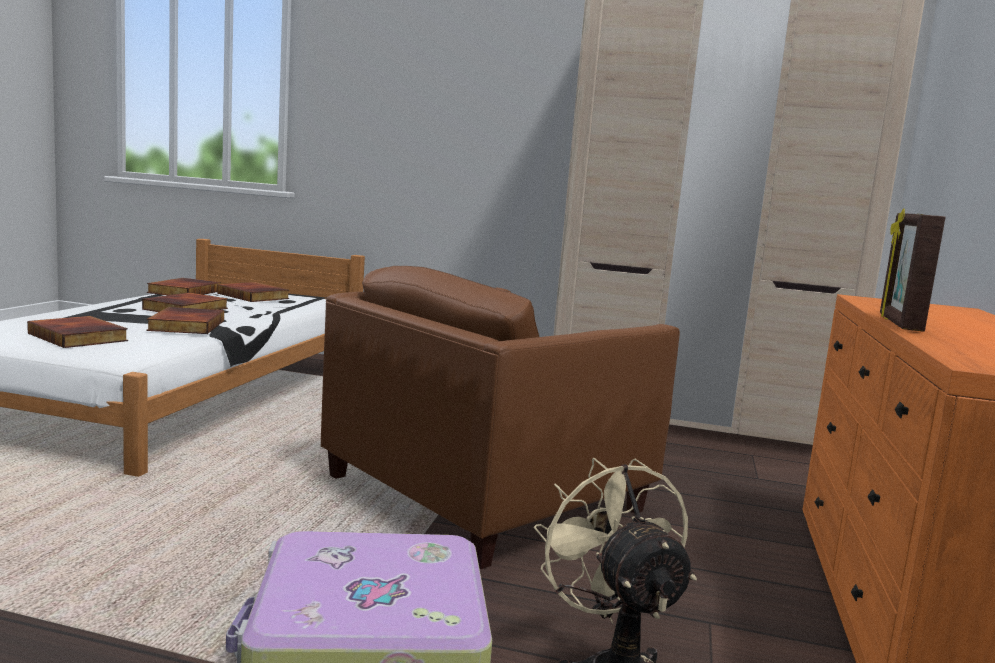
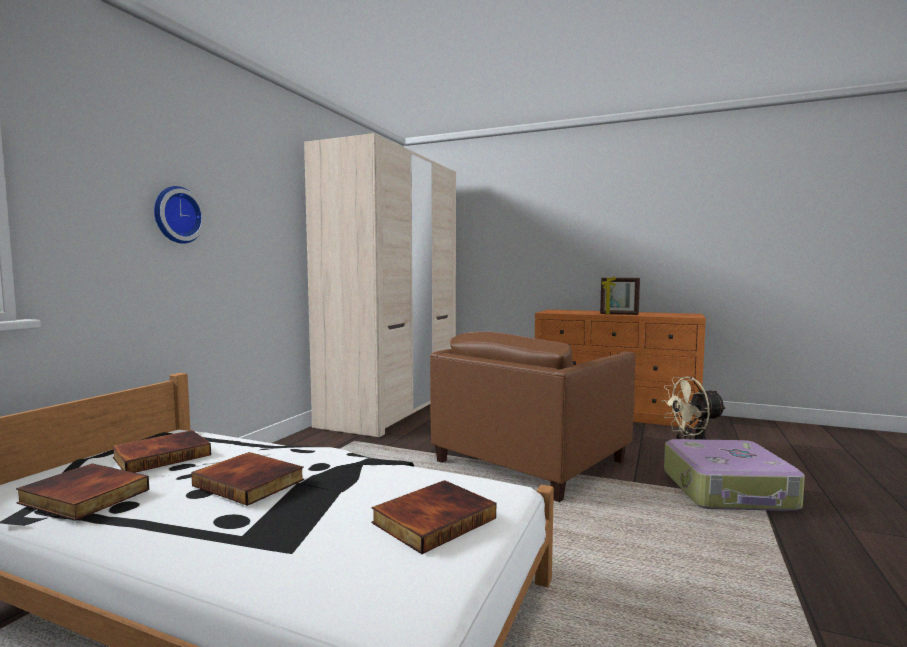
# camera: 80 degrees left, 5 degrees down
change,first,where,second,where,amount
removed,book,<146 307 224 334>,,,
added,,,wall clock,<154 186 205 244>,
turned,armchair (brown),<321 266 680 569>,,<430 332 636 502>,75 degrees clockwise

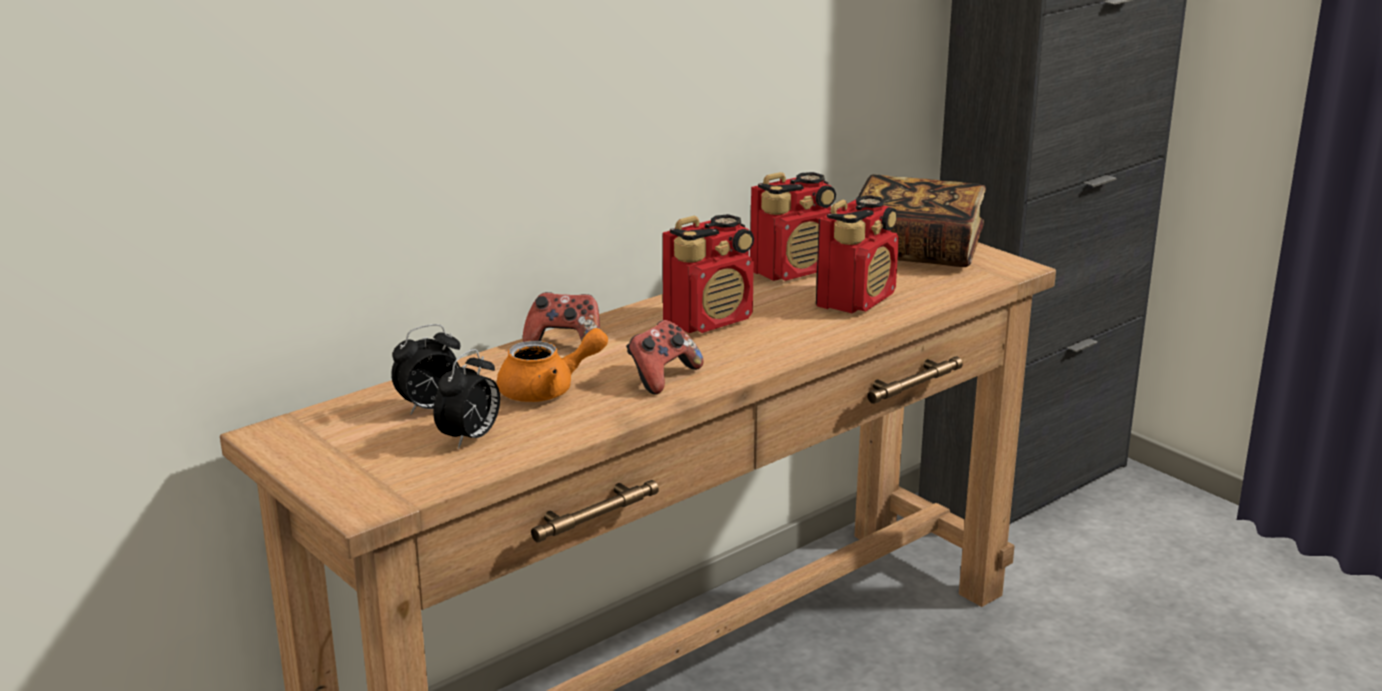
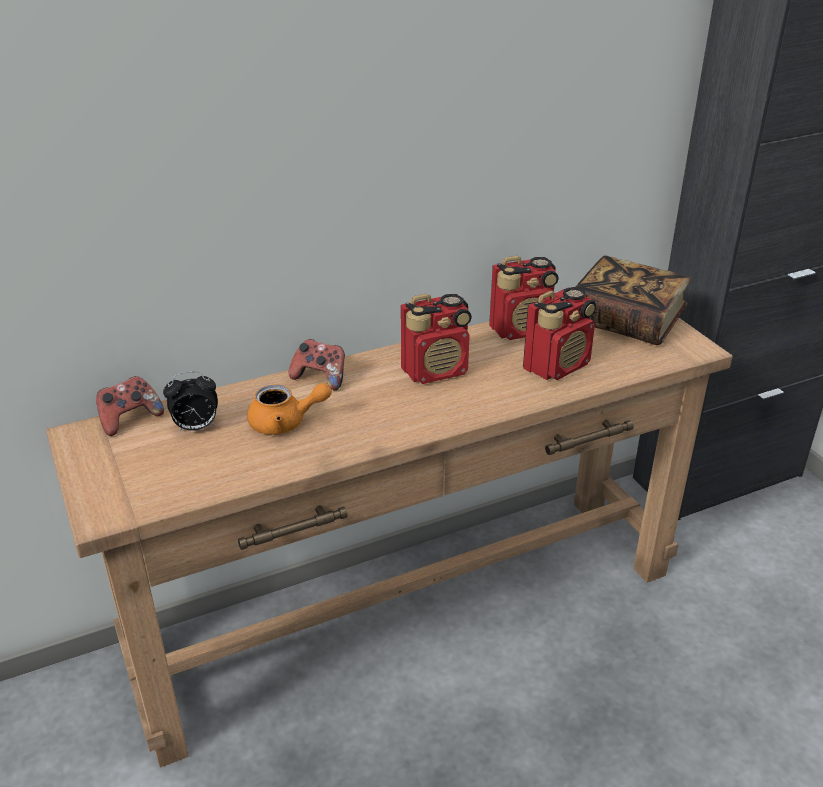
# camera: 15 degrees right, 10 degrees up
change,first,where,second,where,amount
removed,alarm clock,<433 349 500 449>,,,
moved,game controller,<626 320 704 395>,,<96 376 164 436>,

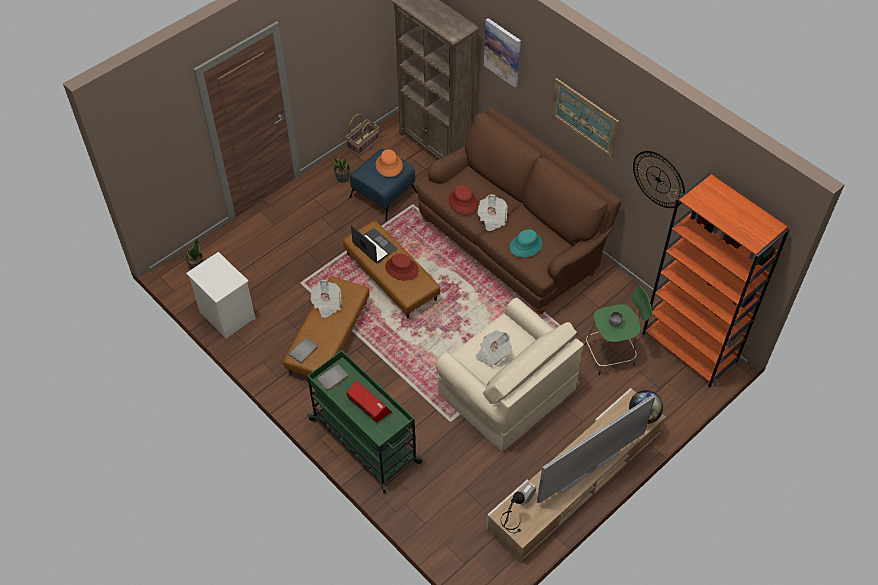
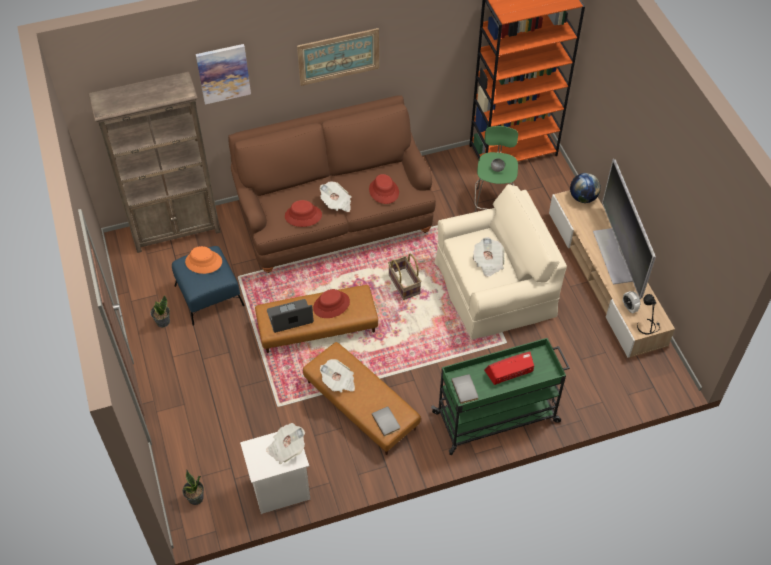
# camera: 65 degrees left, 0 degrees up
change,first,where,second,where,amount
removed,wall clock,<633 151 685 208>,,,
added,,,newspaper,<266 423 305 465>,
moved,basket,<346 114 379 157>,,<388 253 422 300>,
recoloured,hat (turquoise),<510 229 543 258>,hat (red),<369 174 399 204>,

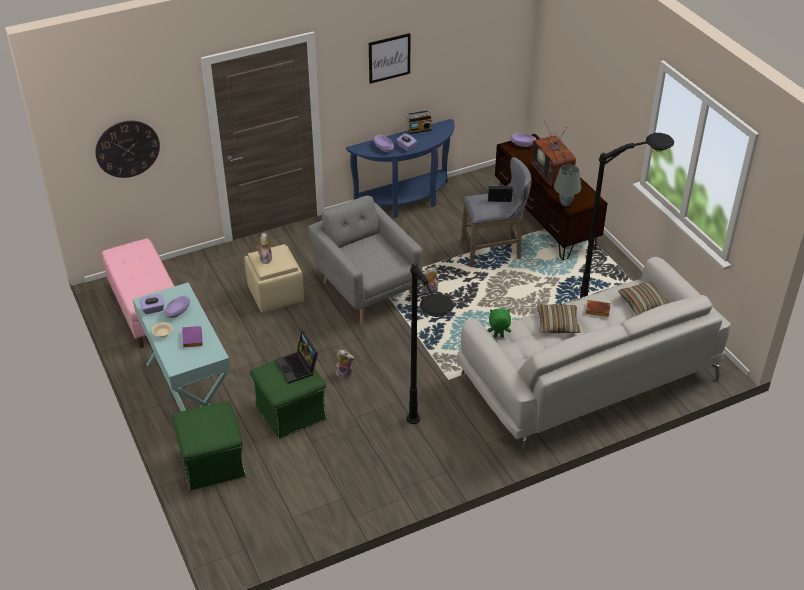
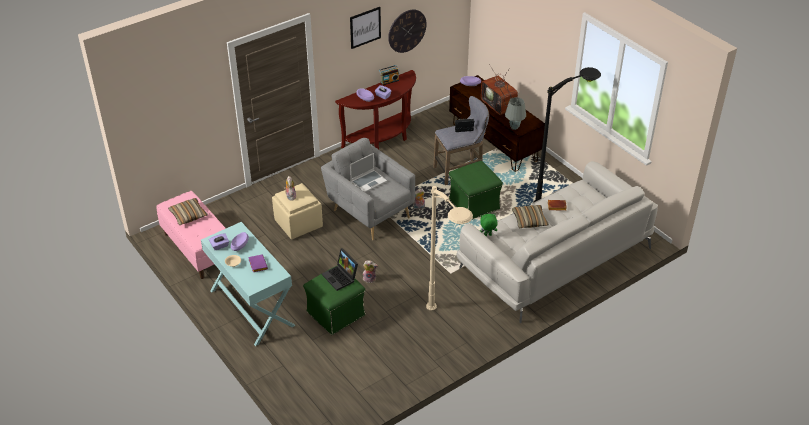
# camera: 10 degrees left, 0 degrees up
change,first,where,second,where,amount
added,,,laptop,<350 153 387 192>,
moved,wall clock,<95 121 160 178>,,<388 10 427 53>,
moved,ottoman (green),<173 401 246 491>,,<449 161 503 219>,
moved,pillow,<618 282 669 315>,,<168 198 208 225>,
recoloured,console table (blue),<346 119 454 218>,console table (brown),<335 70 416 149>,
recoloured,floor lamp (black),<406 263 453 424>,floor lamp (beige),<426 186 473 311>,

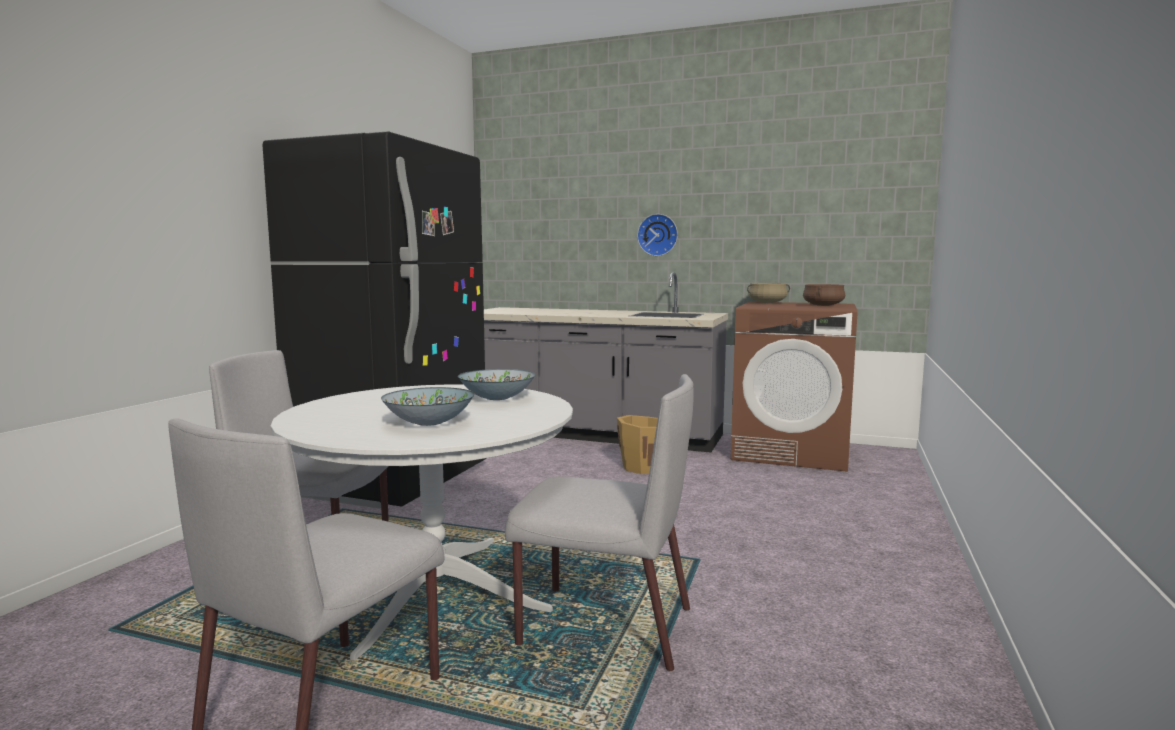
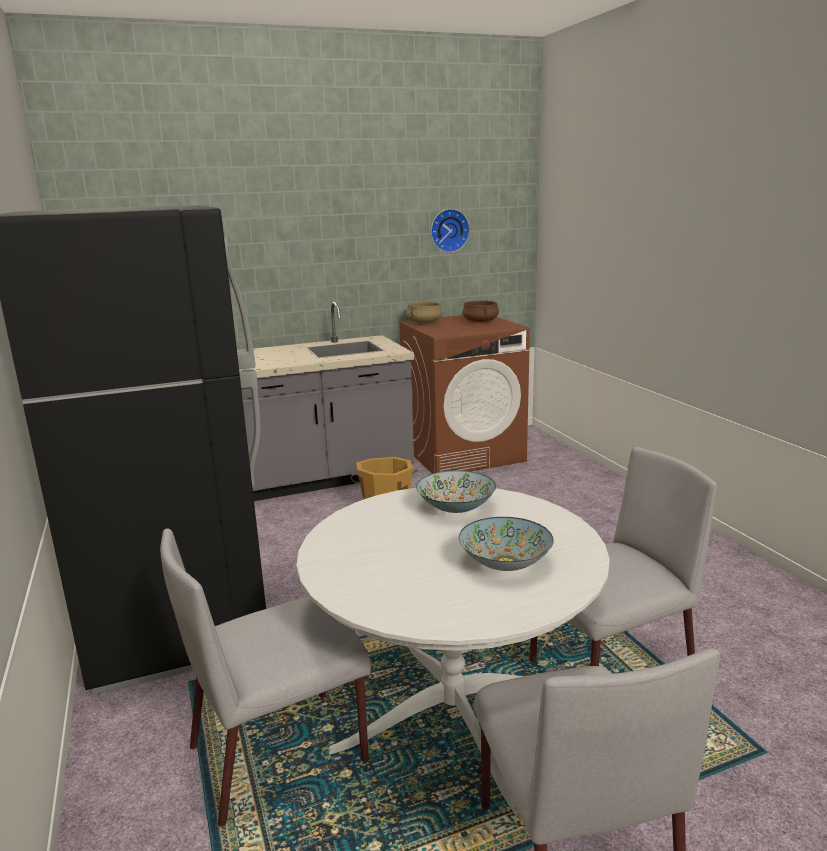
# camera: 40 degrees left, 10 degrees up
change,first,where,second,where,amount
moved,wall clock,<637 214 678 256>,,<431 209 470 253>,

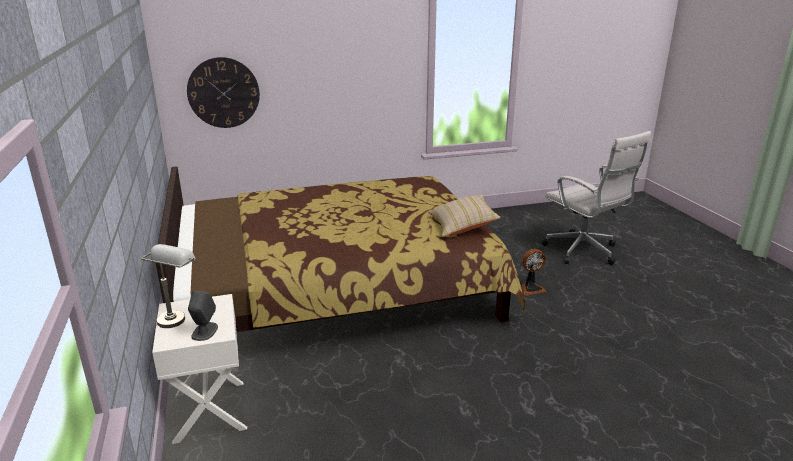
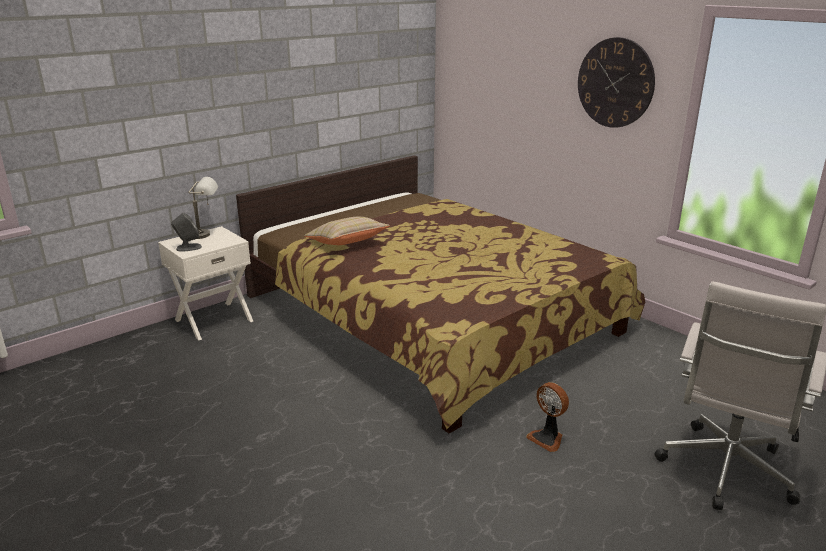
# camera: 65 degrees right, 0 degrees up
change,first,where,second,where,amount
moved,wall clock,<187 57 260 128>,,<578 37 655 128>,
moved,pillow (beige),<428 195 501 237>,,<304 217 390 245>,

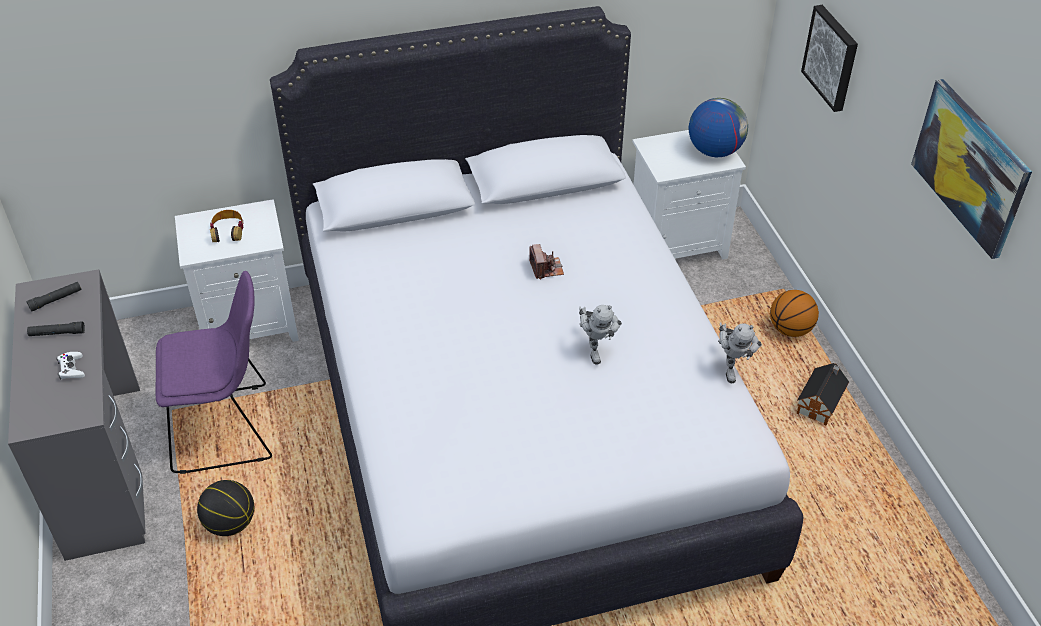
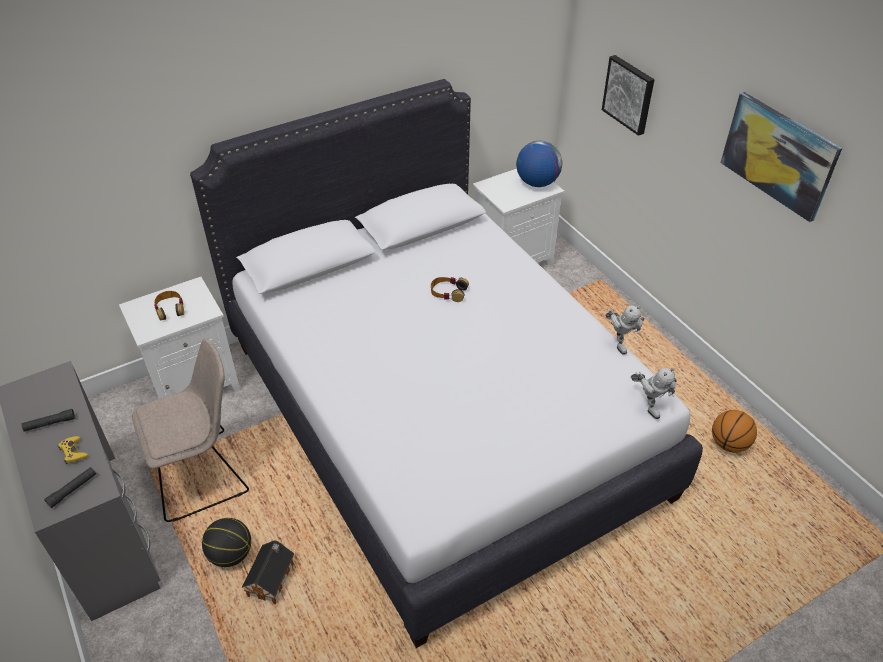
# camera: 15 degrees left, 0 degrees up
change,first,where,second,where,amount
moved,flashlight (black),<26 282 82 312>,,<44 467 96 508>,
moved,toy robot,<579 305 622 365>,,<631 368 677 419>,
moved,basketball,<770 290 819 337>,,<712 410 757 453>,
moved,toy house,<797 363 849 425>,,<242 540 294 604>,
replaced,photo camera,<529 244 564 279>,headphones,<431 277 469 302>,
recoloured,game controller (white),<56 352 85 380>,game controller (yellow),<57 436 89 464>,
recoloured,chair (purple),<156 271 272 474>,chair (beige),<132 338 249 522>,

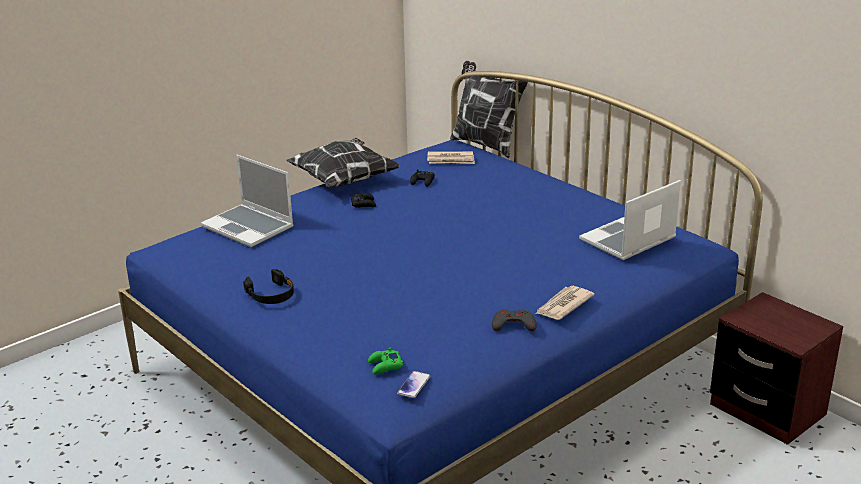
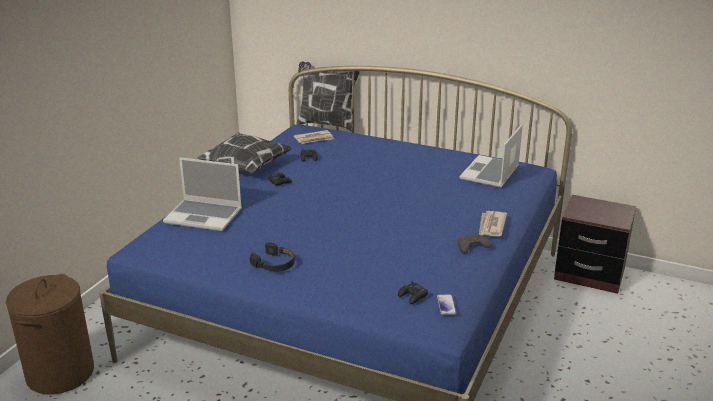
# camera: 25 degrees left, 0 degrees up
change,first,where,second,where,amount
added,,,laundry basket (brown),<6 274 94 394>,
recoloured,game controller (green),<368 347 403 374>,game controller (black),<398 281 428 304>,

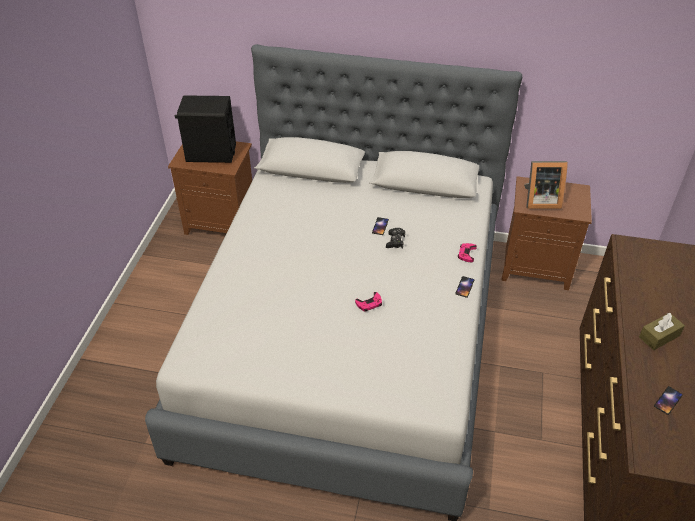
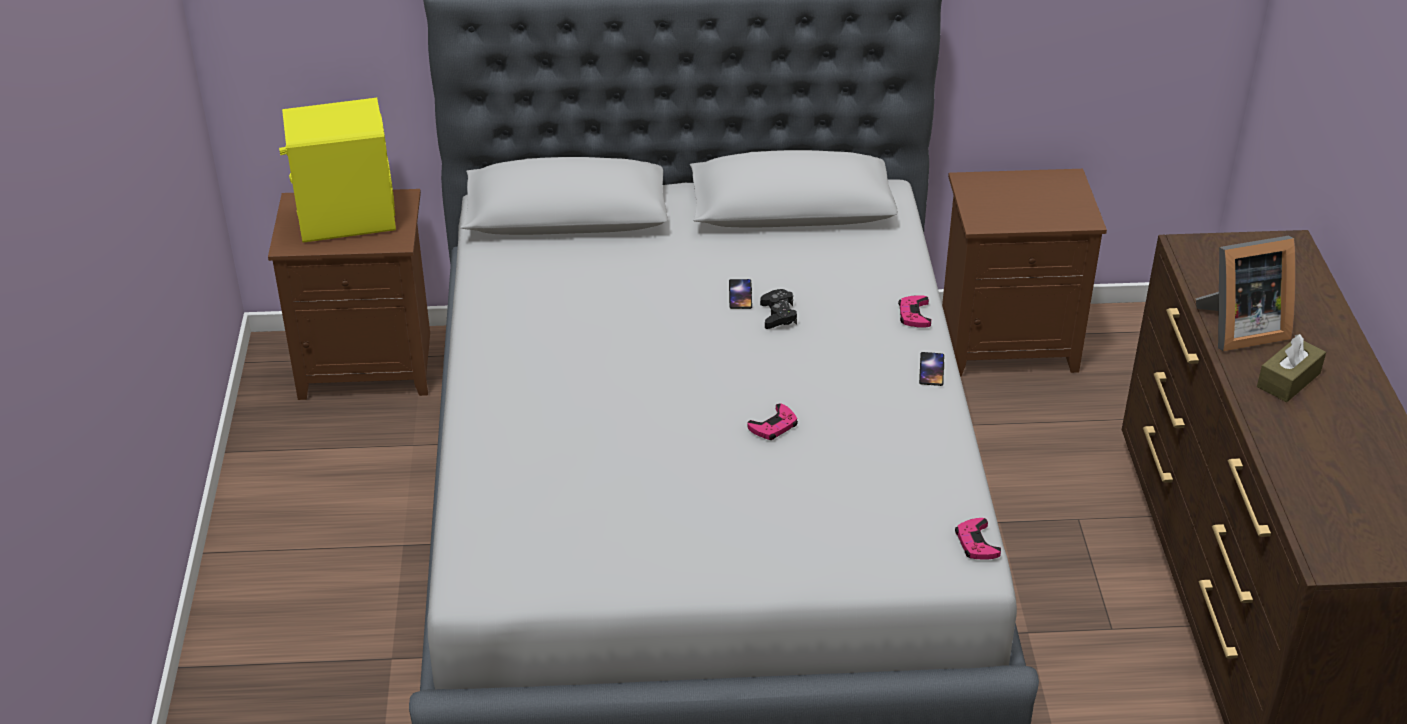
# camera: 15 degrees left, 5 degrees down
change,first,where,second,where,amount
removed,phone,<654 386 683 415>,,,
added,,,game controller (pink),<955 518 1001 560>,
moved,picture frame,<524 161 568 209>,,<1195 236 1296 351>,
recoloured,speaker (black),<175 95 236 163>,speaker (yellow),<279 98 396 243>,

